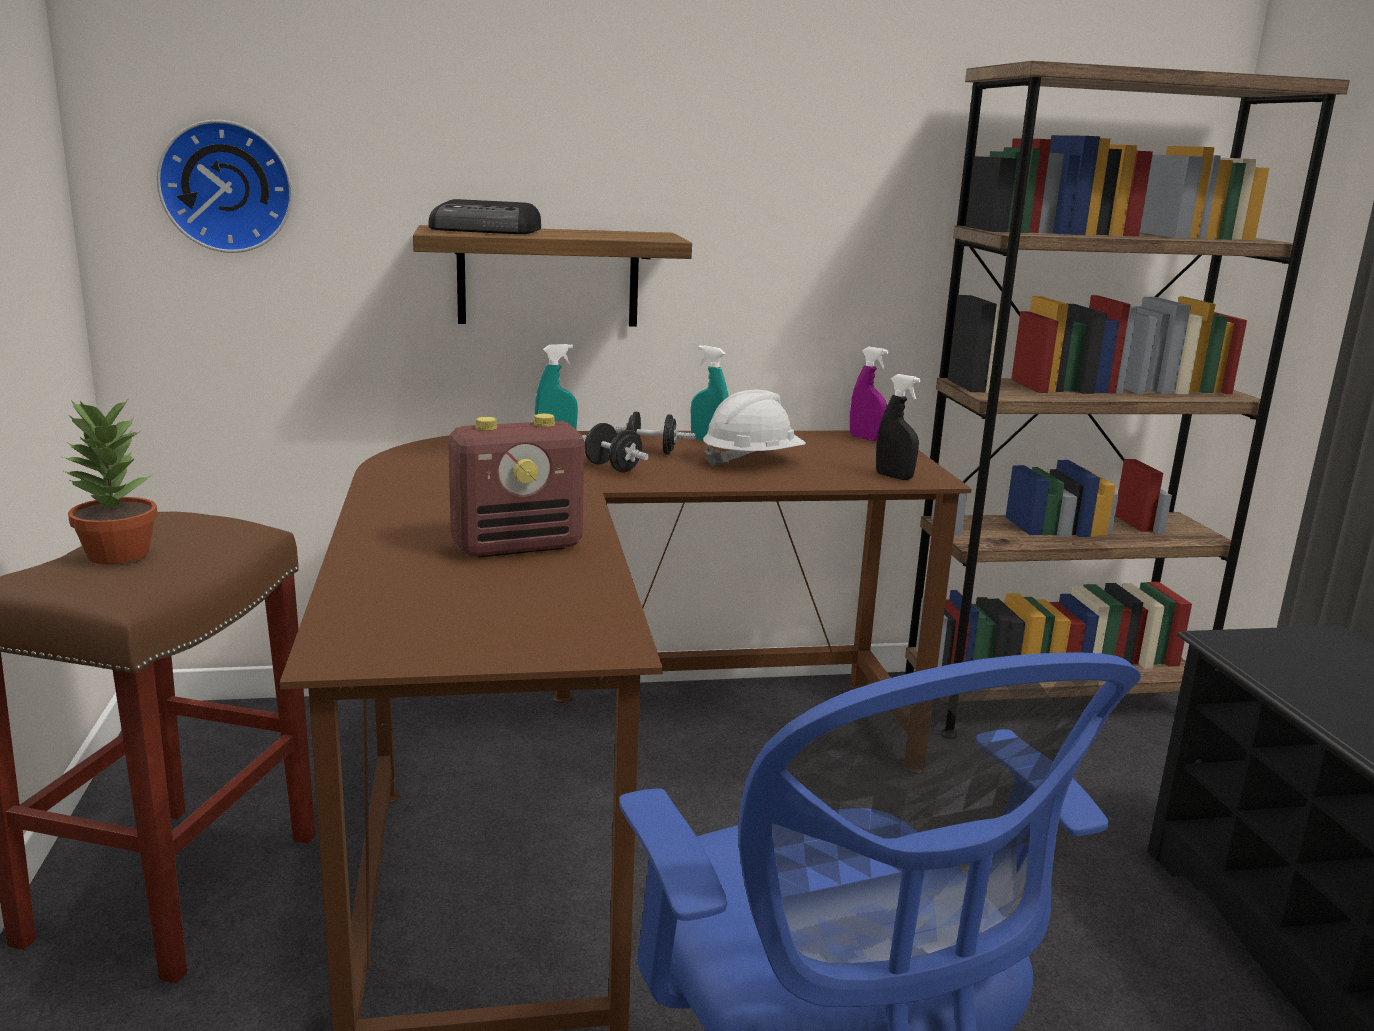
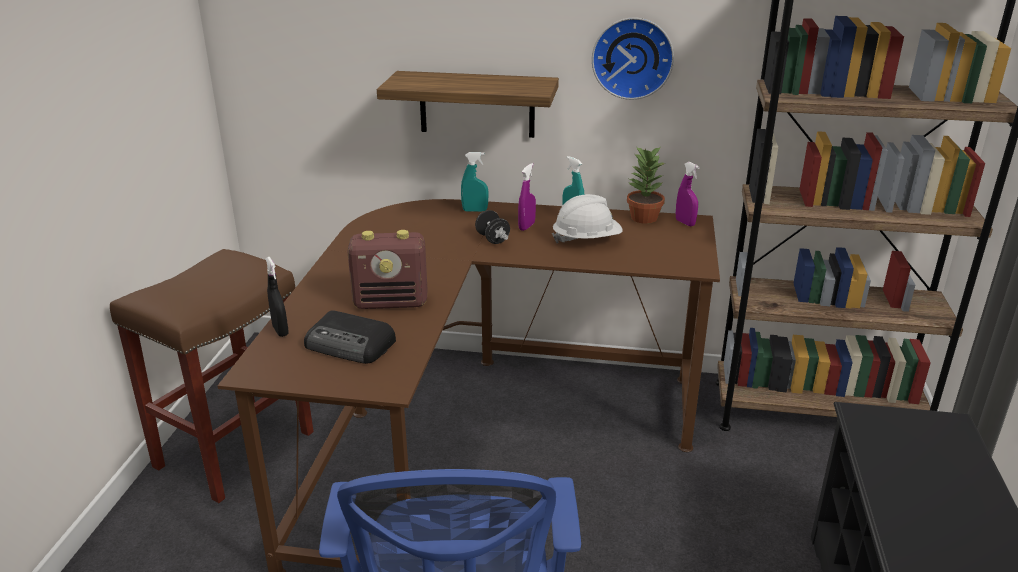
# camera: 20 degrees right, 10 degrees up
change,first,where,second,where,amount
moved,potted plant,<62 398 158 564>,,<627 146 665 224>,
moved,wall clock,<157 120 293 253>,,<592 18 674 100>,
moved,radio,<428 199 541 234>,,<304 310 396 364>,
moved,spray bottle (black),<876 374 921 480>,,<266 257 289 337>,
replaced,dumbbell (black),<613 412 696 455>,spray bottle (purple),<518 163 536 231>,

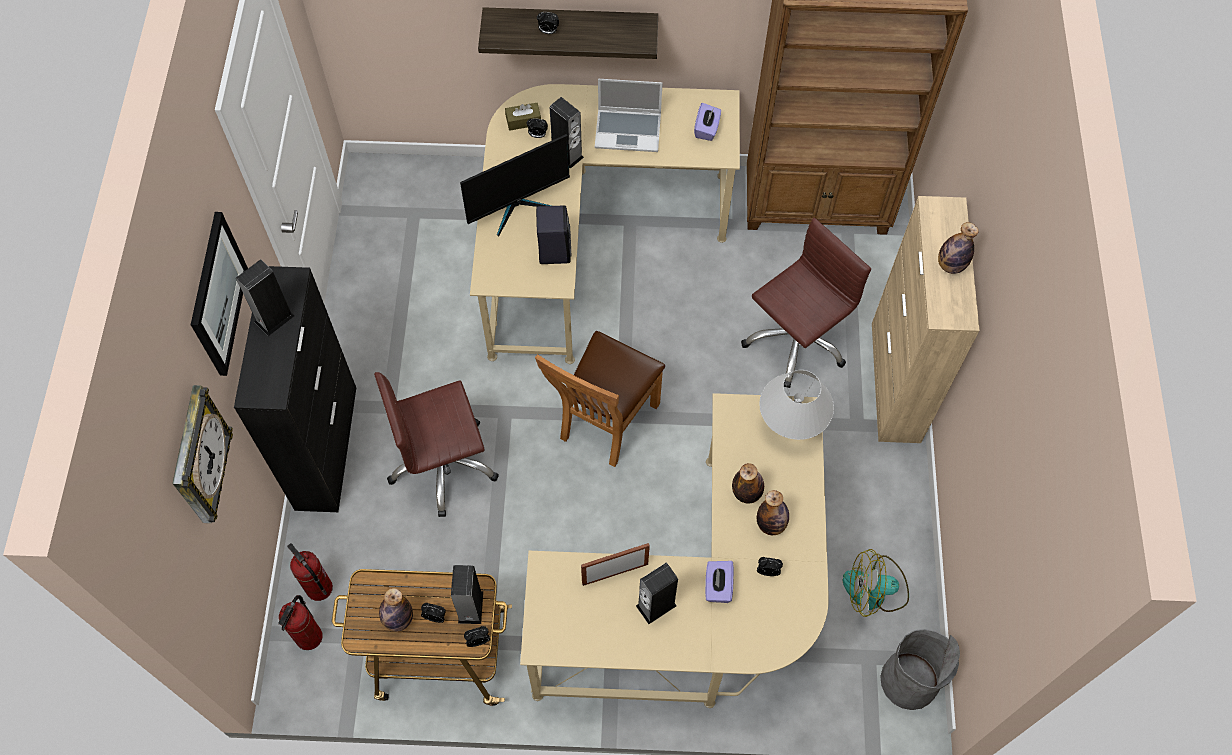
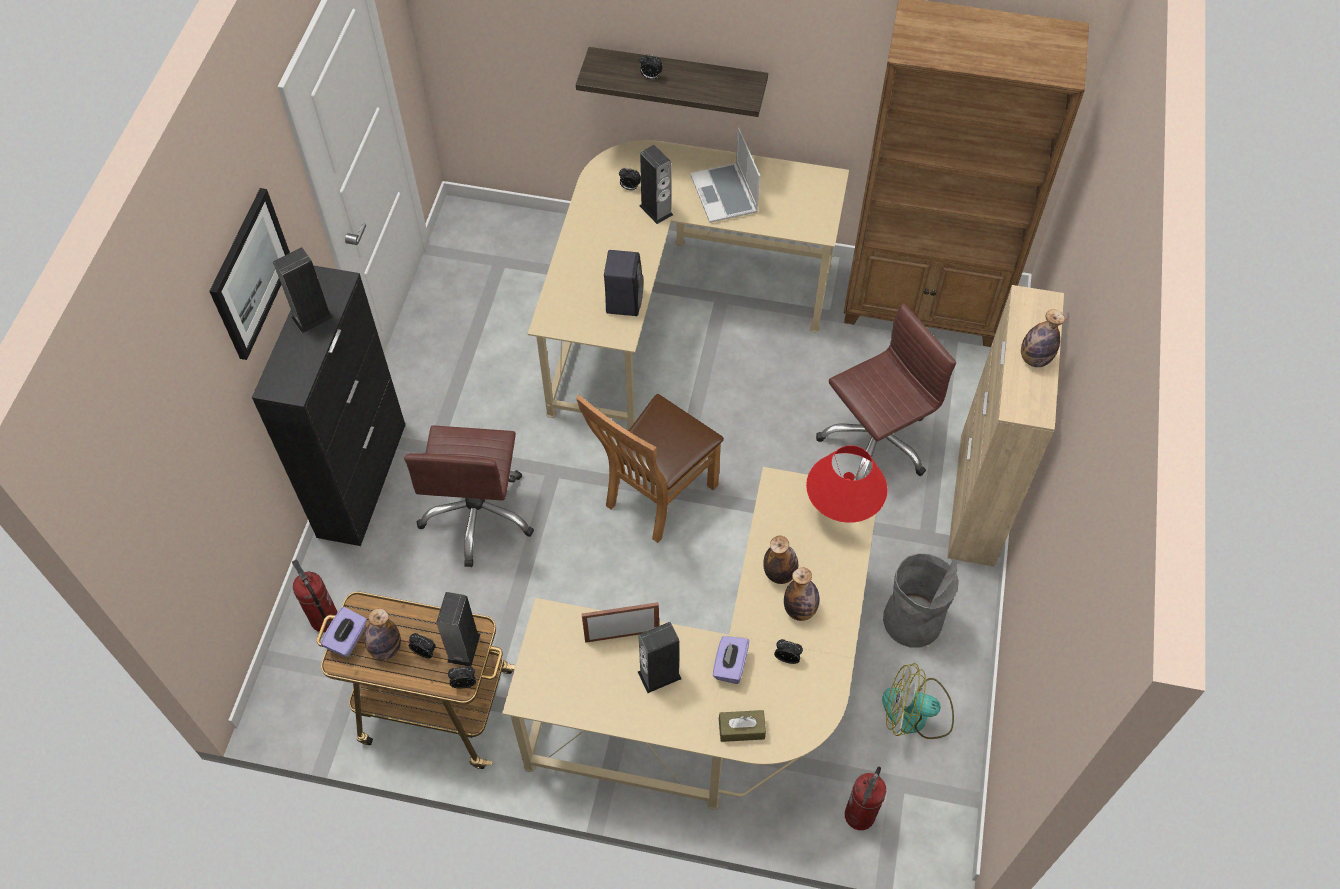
# camera: 10 degrees right, 5 degrees down
change,first,where,second,where,amount
removed,wall clock,<172 385 233 523>,,,
removed,monitor,<460 134 570 236>,,,
moved,fire extinguisher,<278 595 323 650>,,<845 767 886 830>,
moved,tissue box (brown),<505 103 541 131>,,<719 710 766 742>,
moved,tissue box (purple),<694 103 721 141>,,<321 607 367 657>,
moved,trash can (grey),<880 629 960 710>,,<883 553 959 648>,
recoloured,table lamp (white),<759 370 834 440>,table lamp (red),<806 445 888 523>,
turned,office chair (brown),<374 372 499 517>,,<404 425 534 567>,75 degrees counterclockwise
turned,laptop,<595 79 663 152>,,<690 128 760 223>,60 degrees clockwise

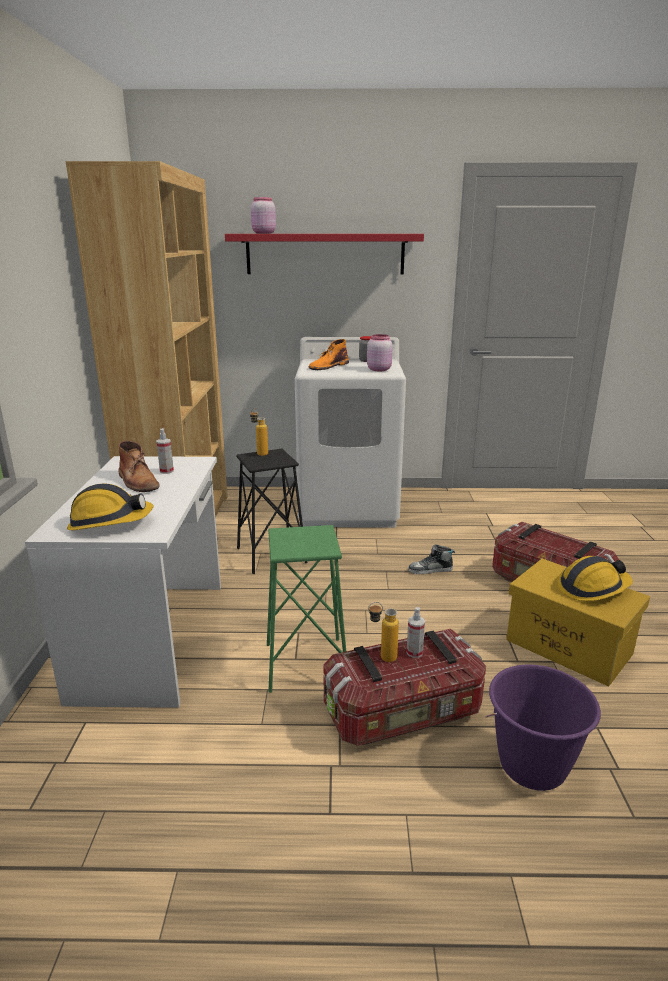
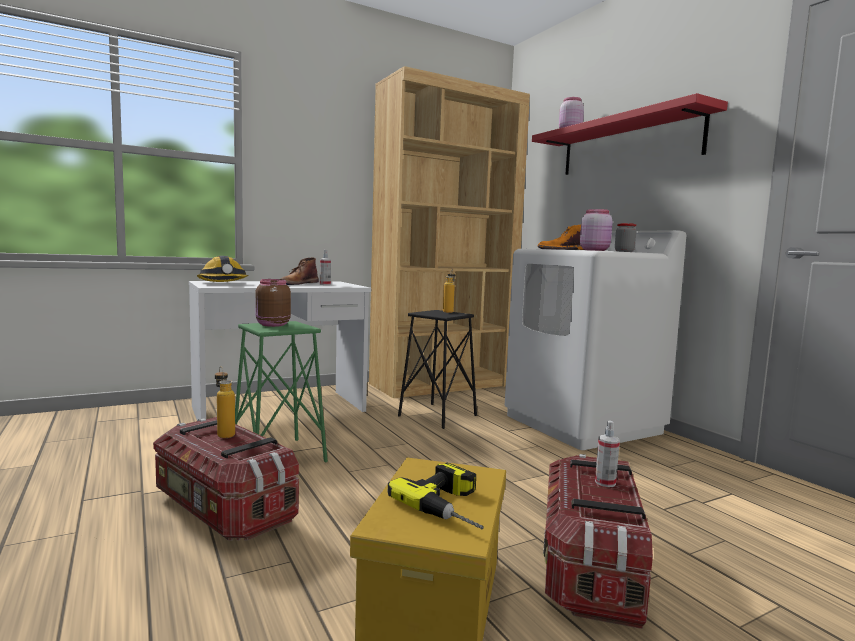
# camera: 60 degrees right, 15 degrees down
change,first,where,second,where,amount
removed,shoe,<408 544 455 574>,,,
removed,bucket (purple),<485 664 601 791>,,,
added,,,jar (brown),<255 279 291 327>,
moved,spray bottle,<406 607 425 658>,,<595 421 620 487>,
replaced,hard hat,<557 556 633 601>,power drill,<388 463 484 529>,

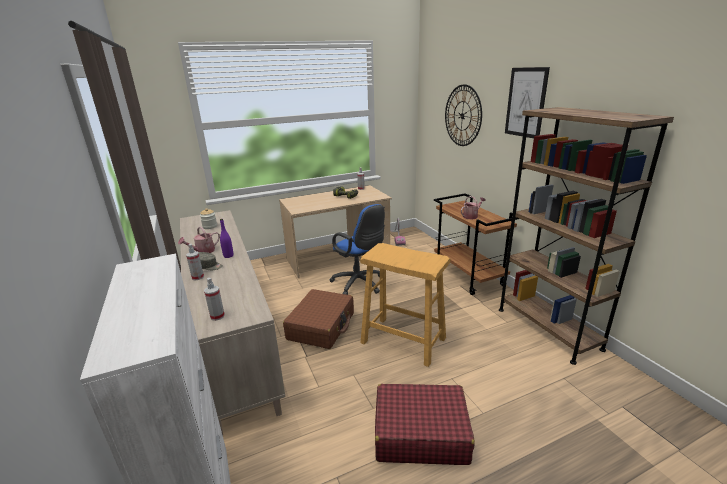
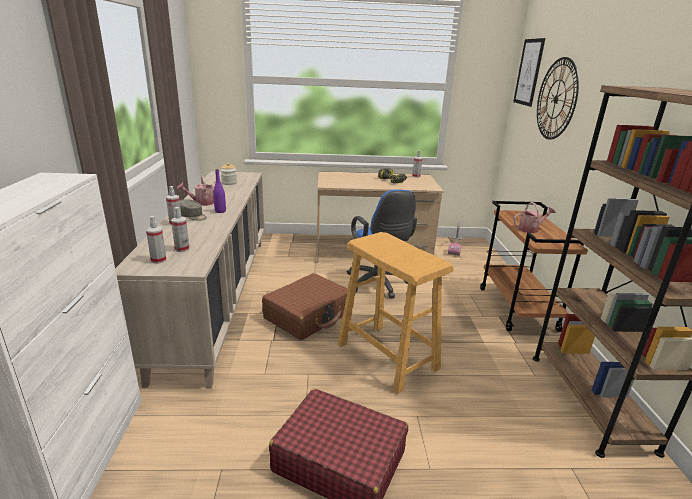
# camera: 20 degrees right, 0 degrees up
change,first,where,second,where,amount
added,,,spray bottle,<171 207 190 252>,
moved,picture,<505 67 550 138>,,<513 38 545 107>,

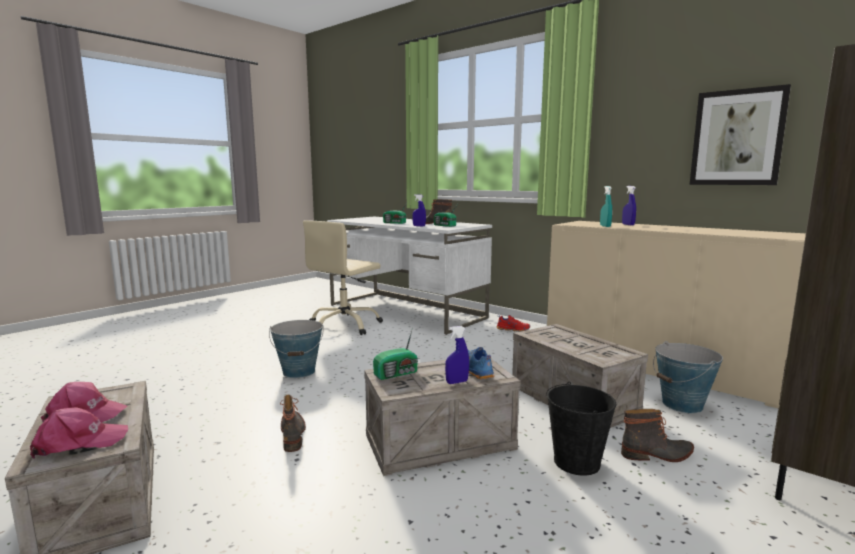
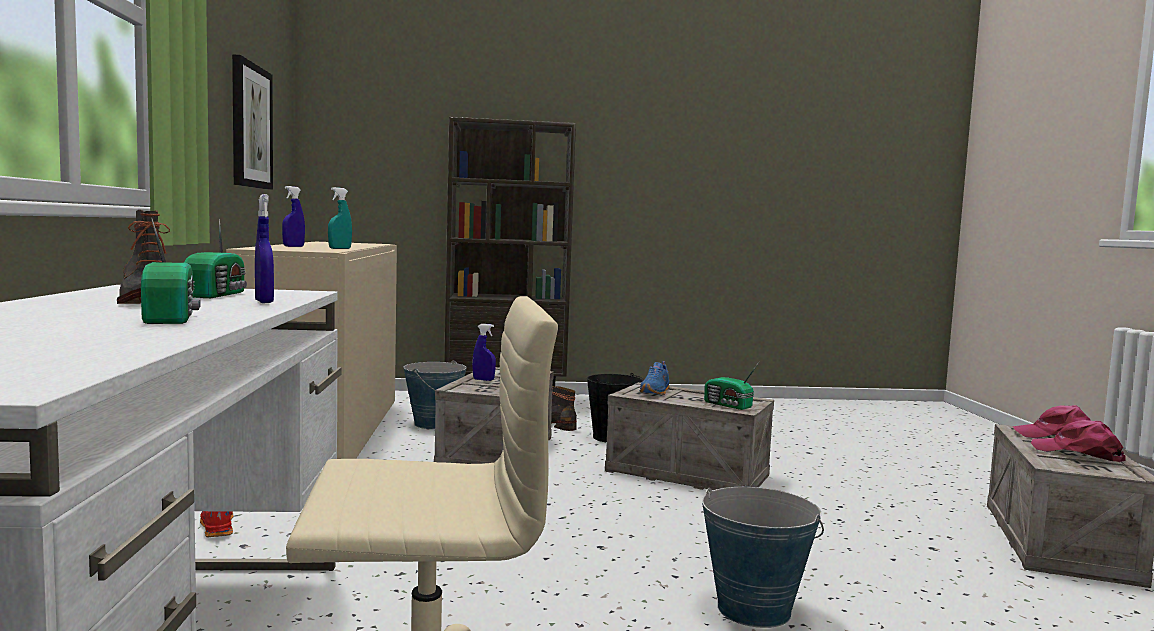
# camera: 135 degrees left, 5 degrees down
change,first,where,second,where,amount
removed,boot,<280 395 306 452>,,,
moved,spray bottle (blue),<445 326 469 384>,,<472 324 496 381>,
turned,radio,<373 327 418 380>,,<704 362 759 410>,150 degrees counterclockwise

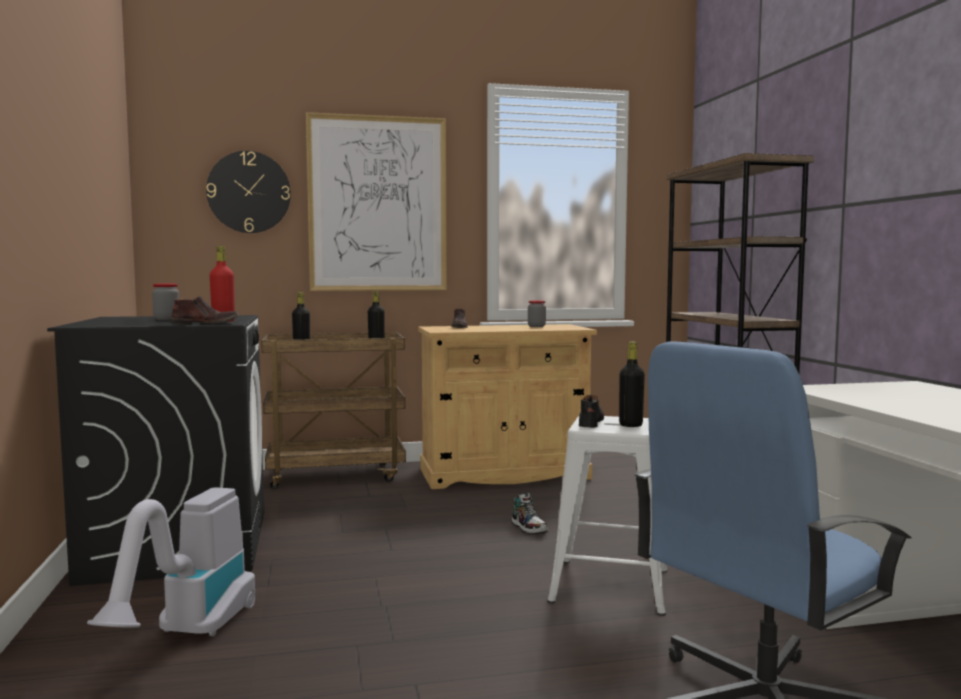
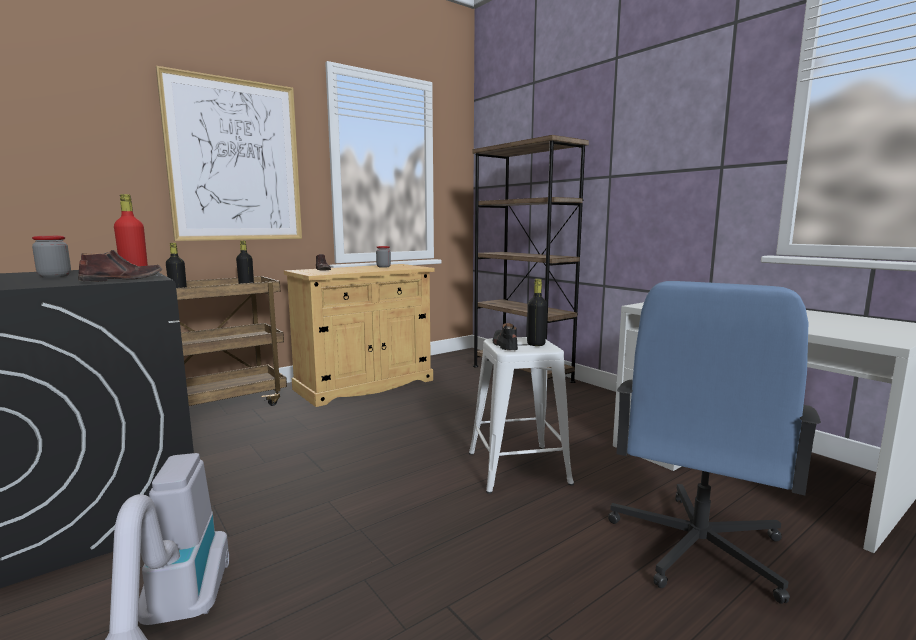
# camera: 25 degrees left, 5 degrees up
change,first,where,second,where,amount
removed,wall clock,<206 151 291 233>,,,
removed,shoe,<512 493 548 534>,,,

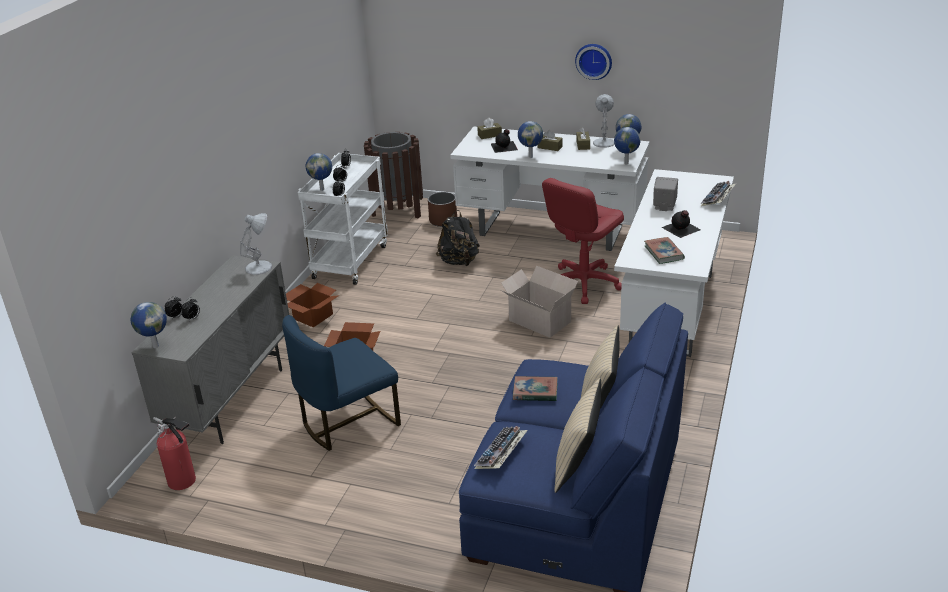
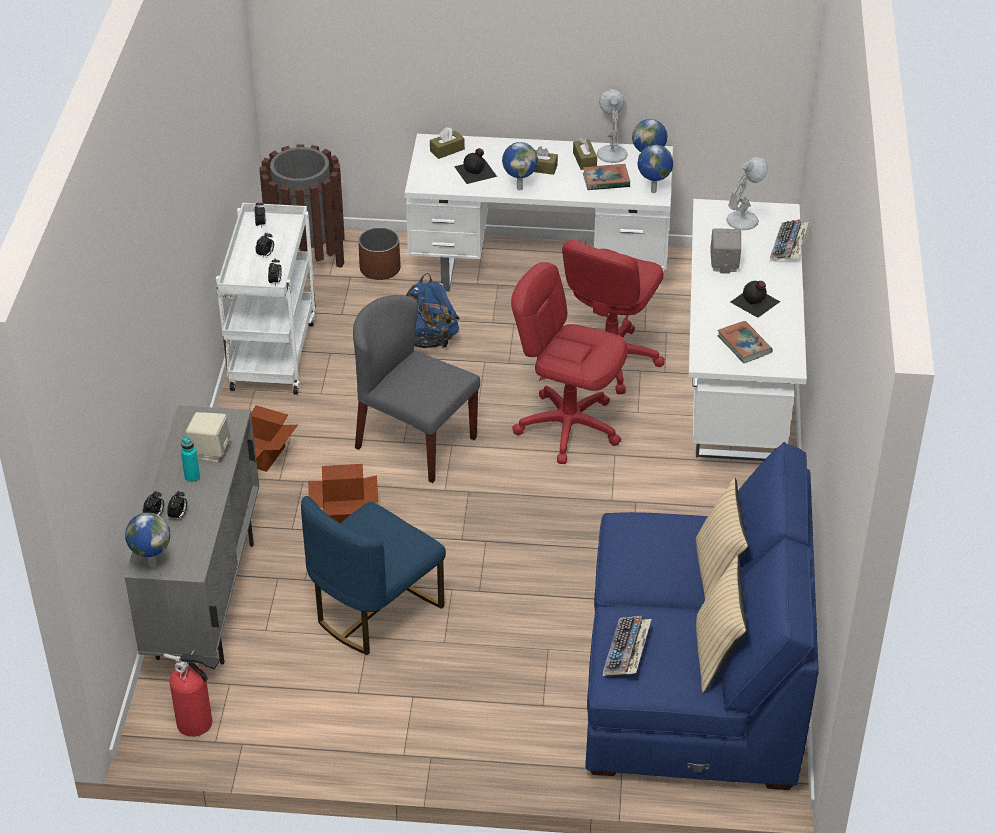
# camera: 15 degrees left, 10 degrees up
change,first,where,second,where,amount
removed,globe,<306 153 332 191>,,,
removed,wall clock,<575 44 612 80>,,,
added,,,bottle (turquoise),<181 436 200 482>,
added,,,speaker (beige),<186 412 231 462>,
added,,,chair (grey),<353 295 480 483>,
moved,table lamp (white),<240 213 272 275>,,<726 157 768 230>,
moved,book,<513 376 558 401>,,<583 164 630 190>,
replaced,cardboard box,<501 266 578 338>,office chair (red),<511 262 628 464>,
recoloured,backpack (black),<436 210 480 266>,backpack (blue),<406 273 460 348>,

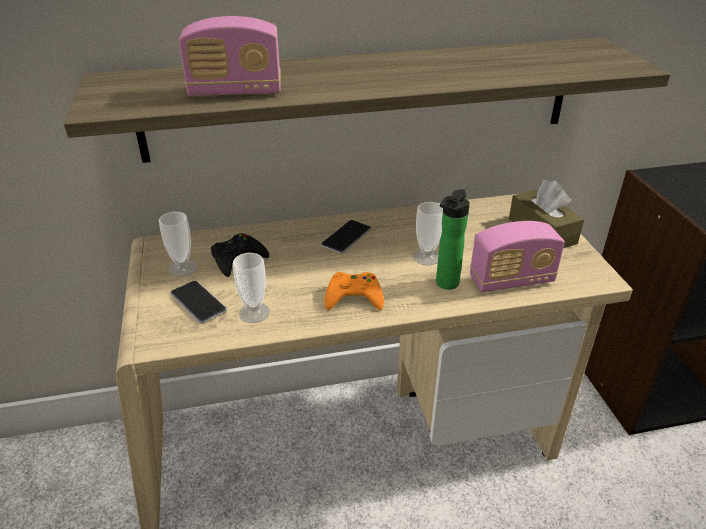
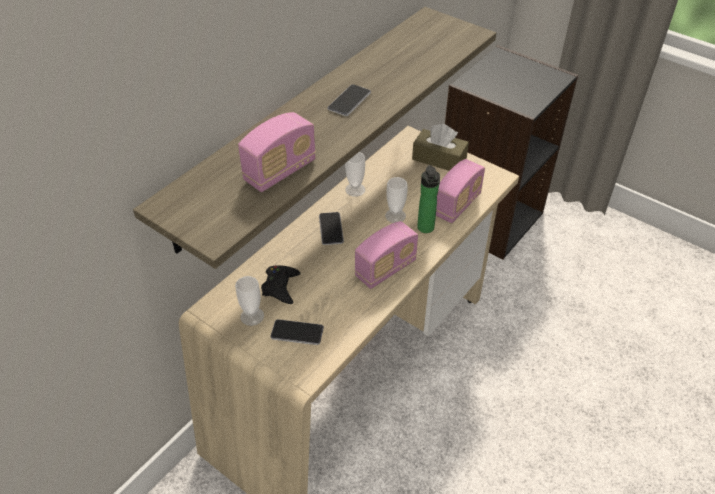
# camera: 40 degrees left, 10 degrees up
change,first,where,second,where,amount
added,,,phone,<327 84 371 116>,
moved,cup,<233 253 270 323>,,<345 152 365 197>,
replaced,game controller (orange),<324 272 384 310>,radio,<355 221 418 289>,

